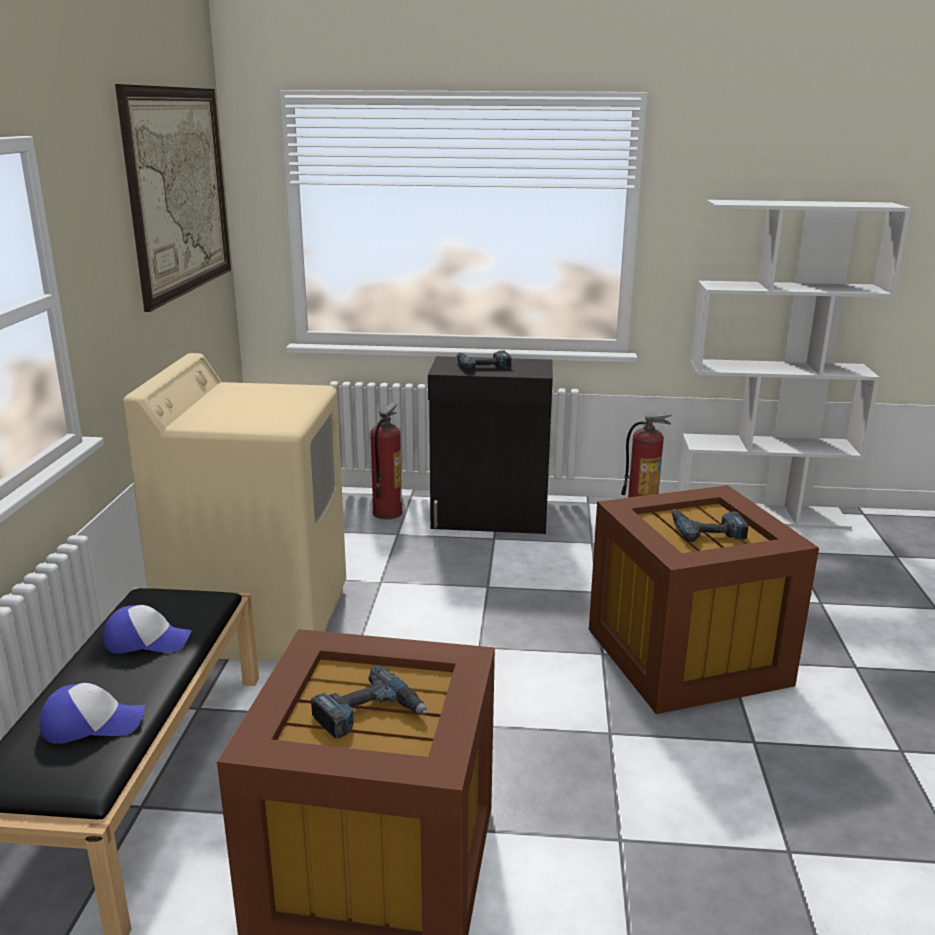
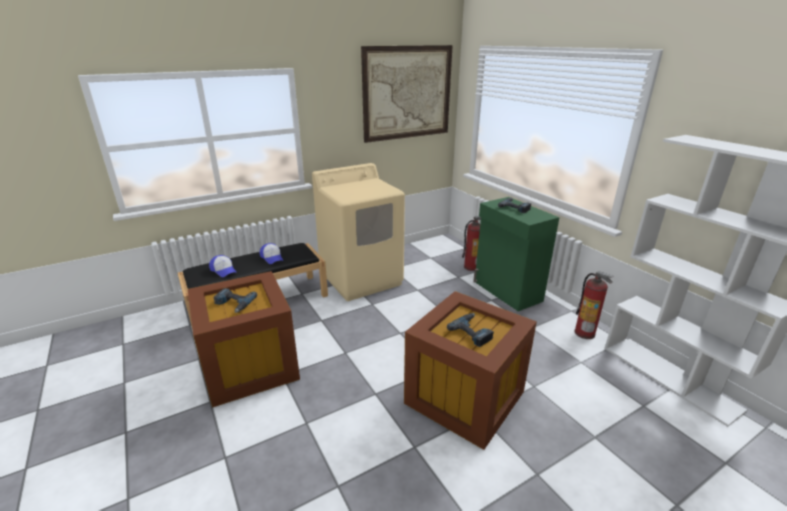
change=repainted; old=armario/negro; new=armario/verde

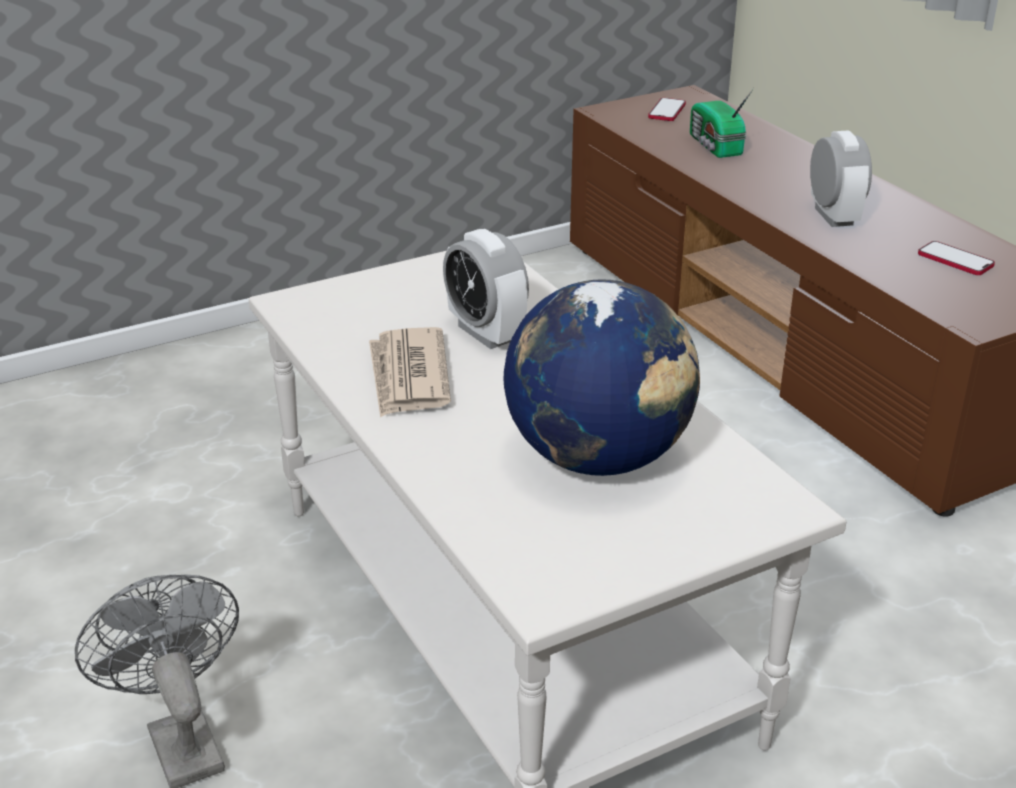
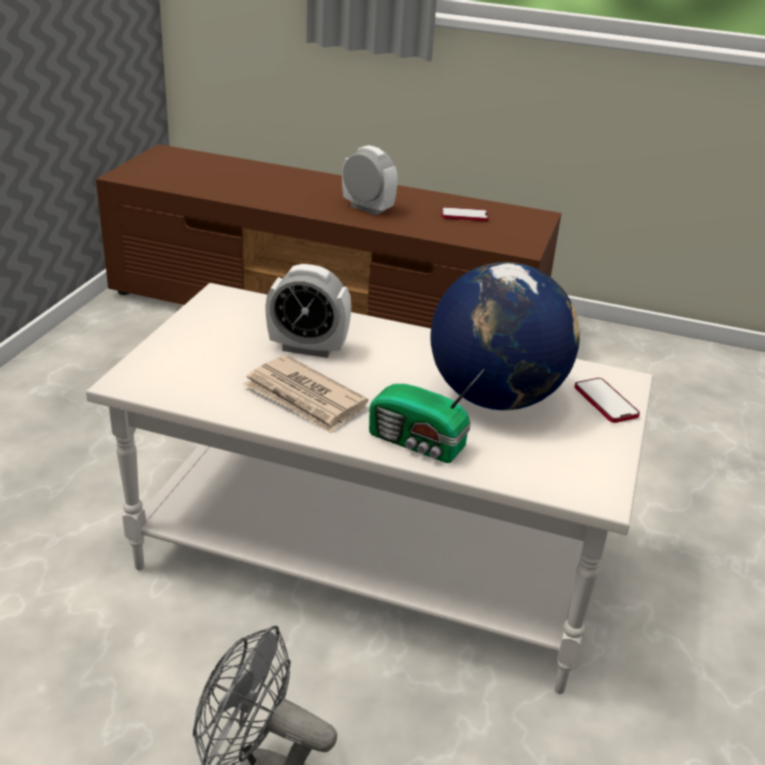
change=shifted; old=radio
change=shifted; old=móvil (no. 1 from left in the first image); new=móvil (no. 2 from left)

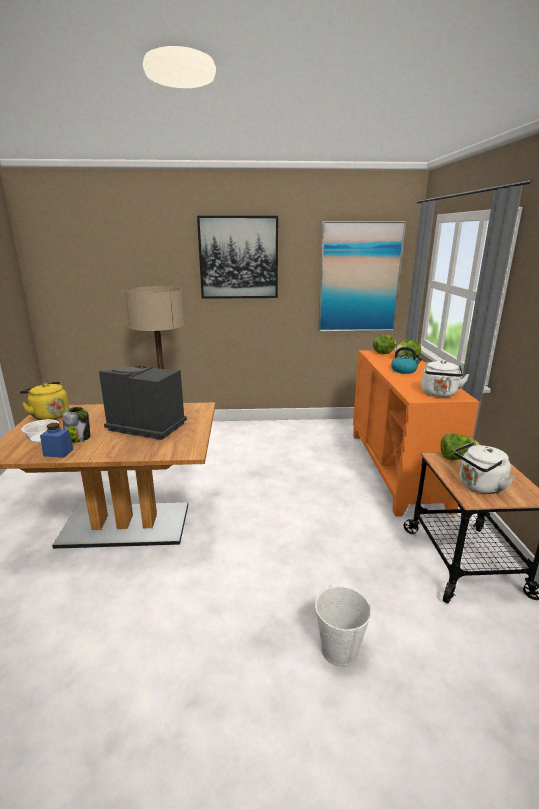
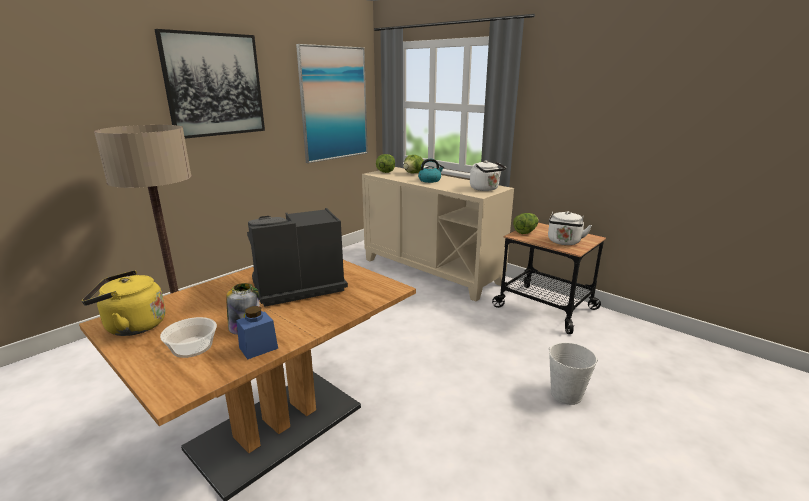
change=repainted; old=armario/naranja; new=armario/beis

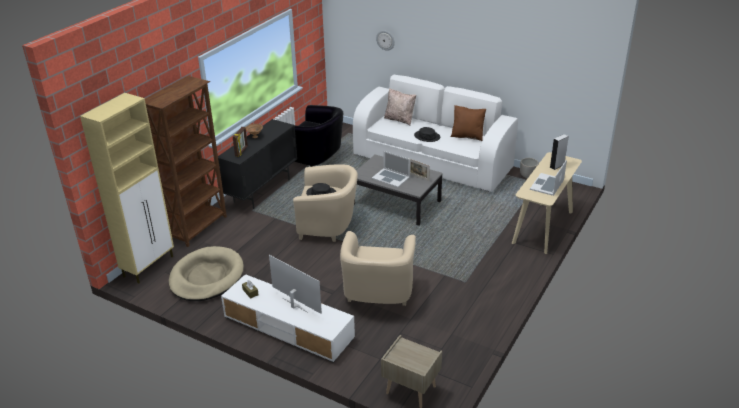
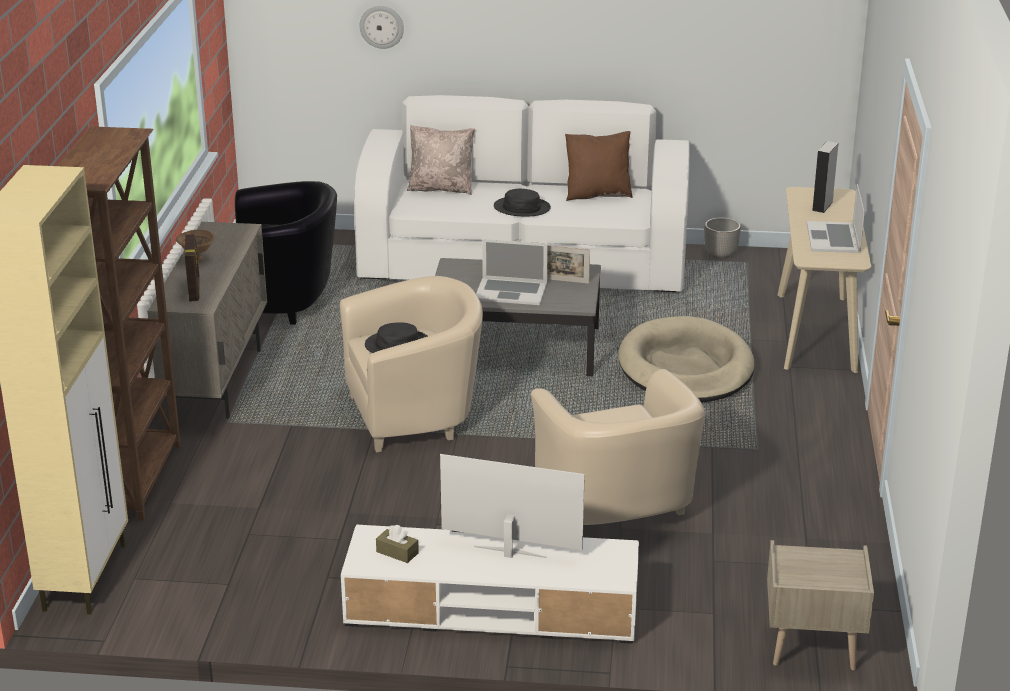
change=repainted; old=armario/negro; new=armario/beis (no. 2 from left)
change=shifted; old=cama para perro/beis

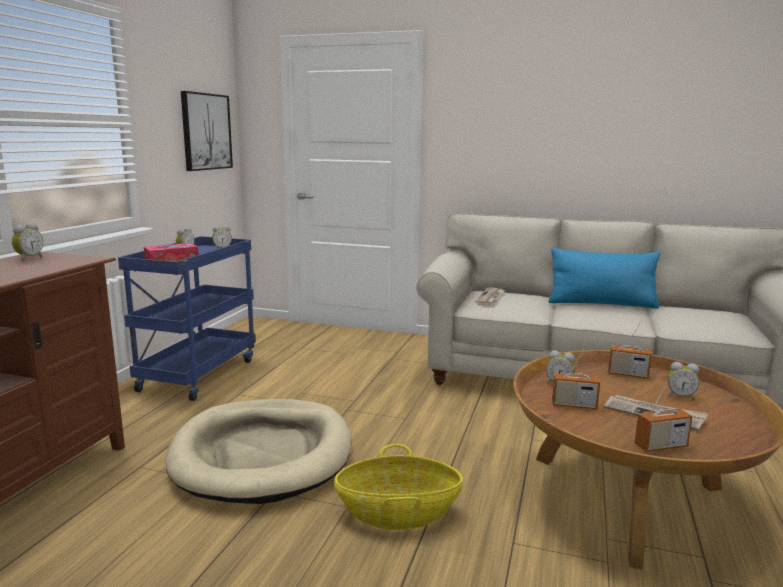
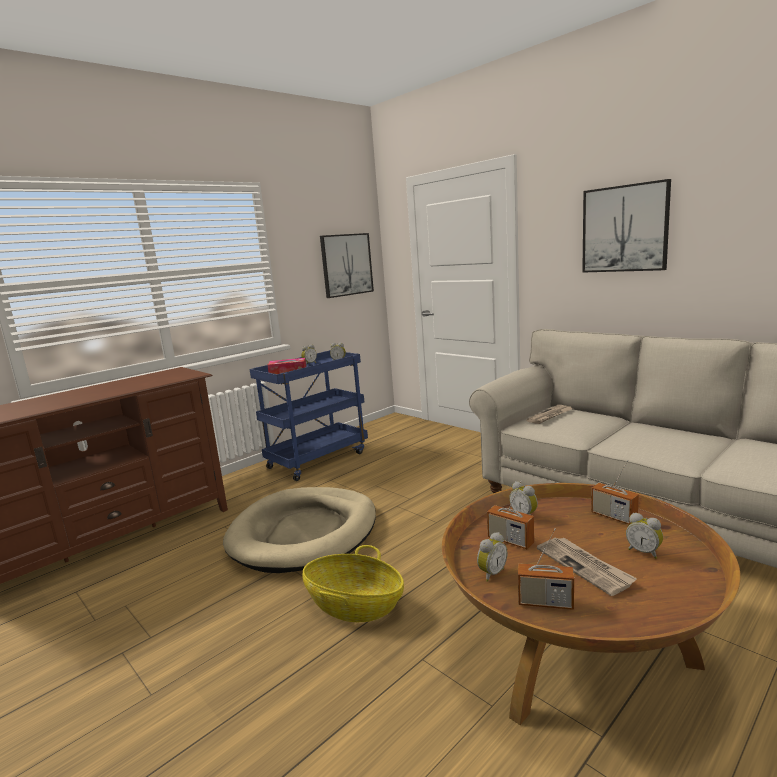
change=shifted; old=despertador (no. 1 from left in the first image); new=despertador (no. 3 from left)
change=gone; old=cojín/azul
change=new; new=cuadro (no. 2 from left)

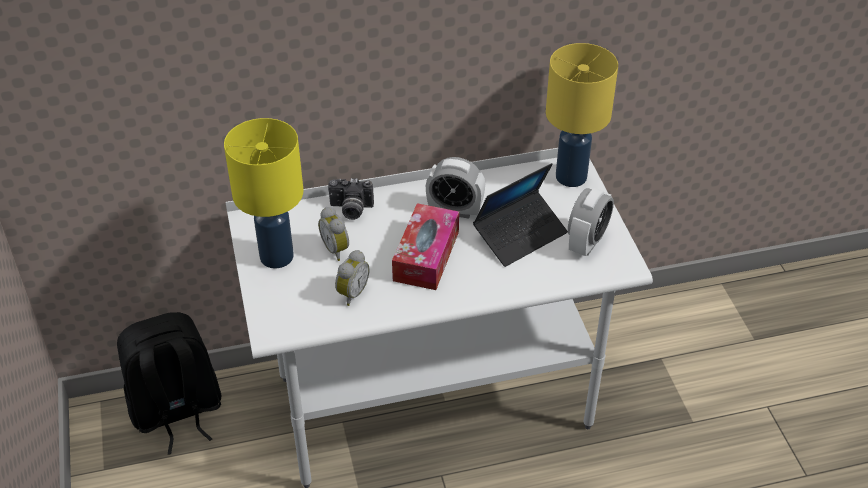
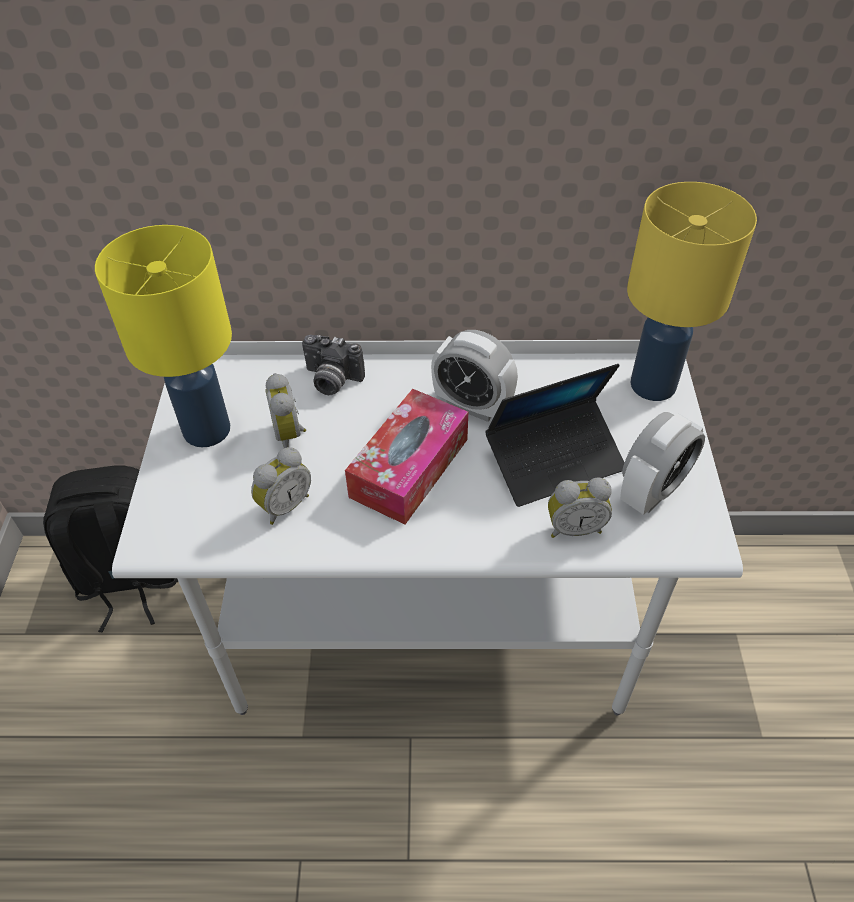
change=new; new=despertador (no. 4 from left)

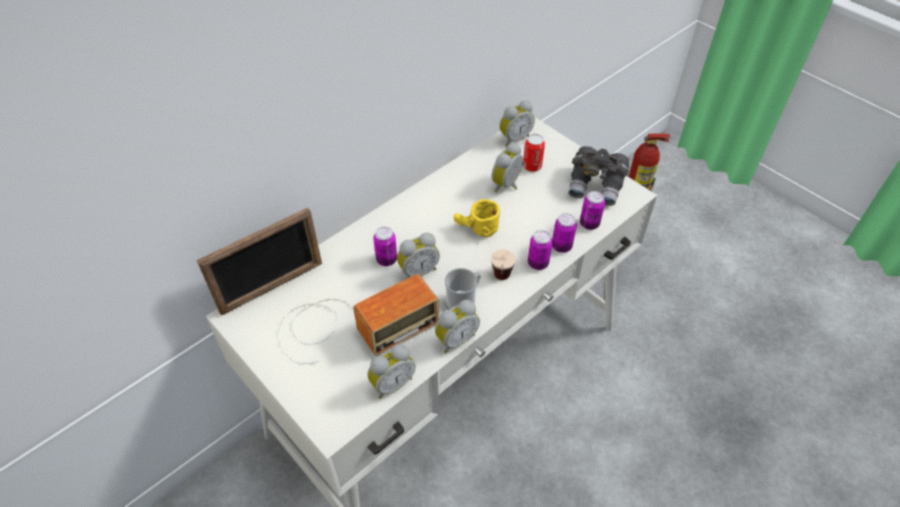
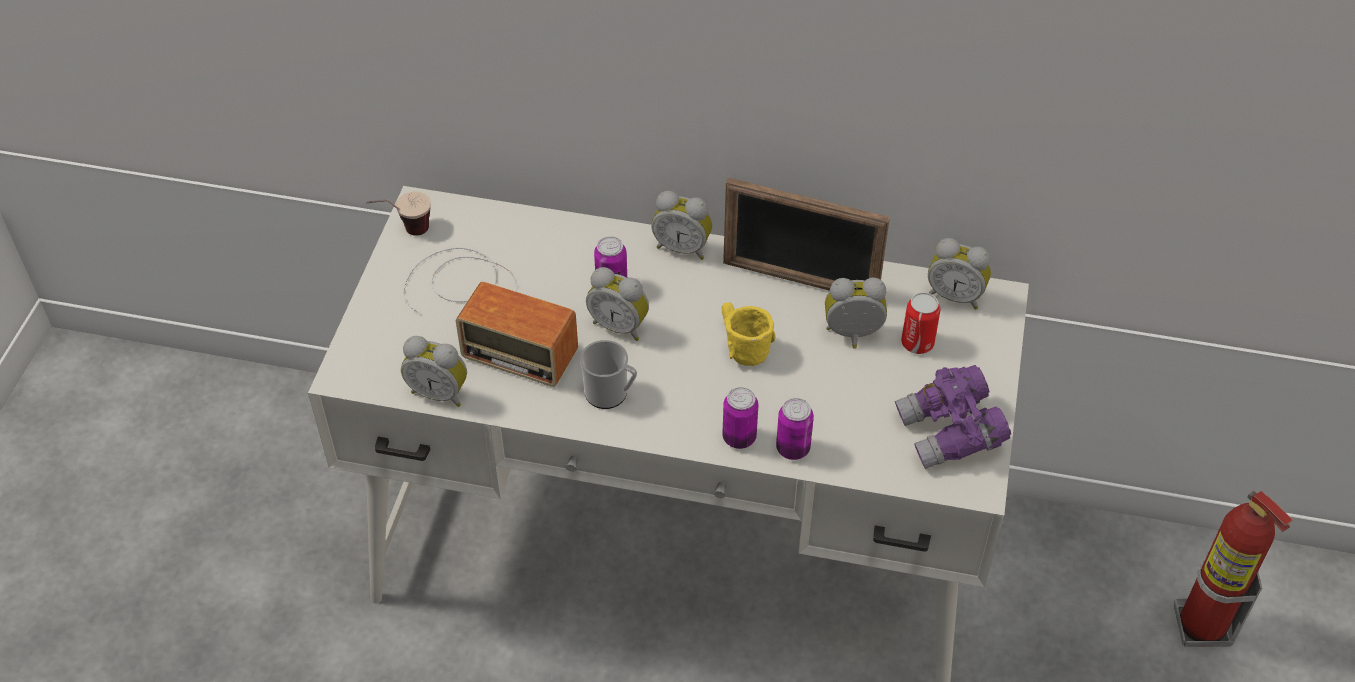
change=repainted; old=prismáticos/gris; new=prismáticos/morado
change=gone; old=lata (no. 5 from left)
change=shifted; old=portarretratos
change=shifted; old=taza
change=shifted; old=despertador (no. 3 from left)

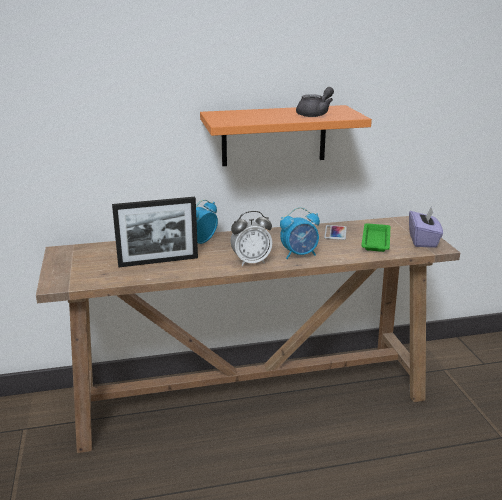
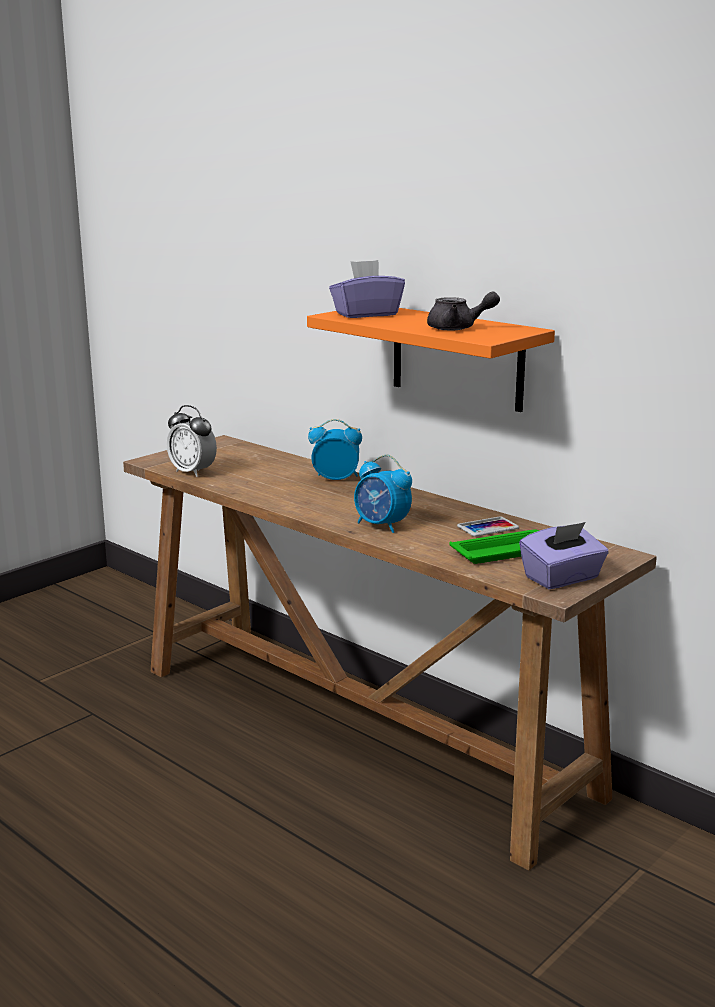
change=gone; old=portarretratos
change=shifted; old=despertador (no. 2 from left in the first image); new=despertador (no. 1 from left)
change=new; new=caja de pañuelos/morado (no. 1 from left)

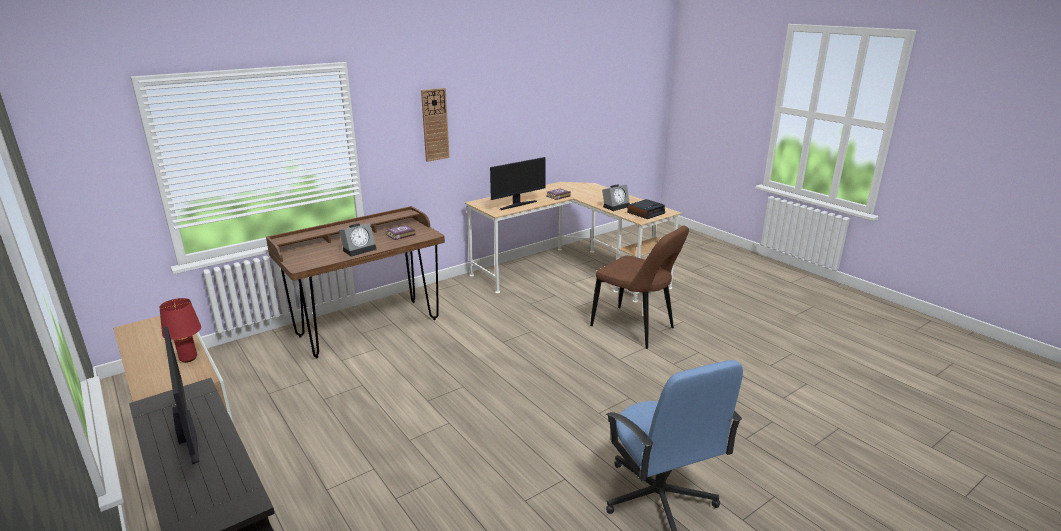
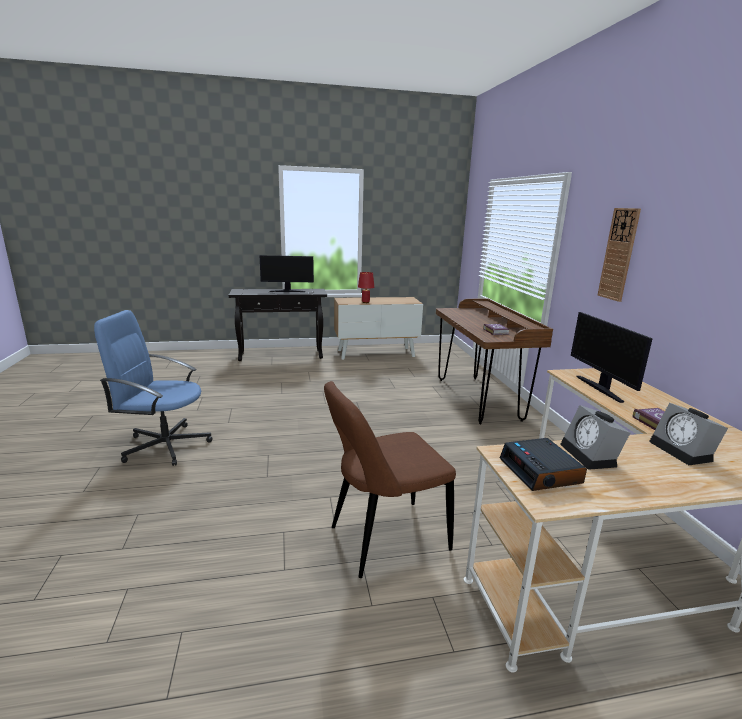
change=shifted; old=despertador (no. 1 from left in the first image); new=despertador (no. 3 from left)

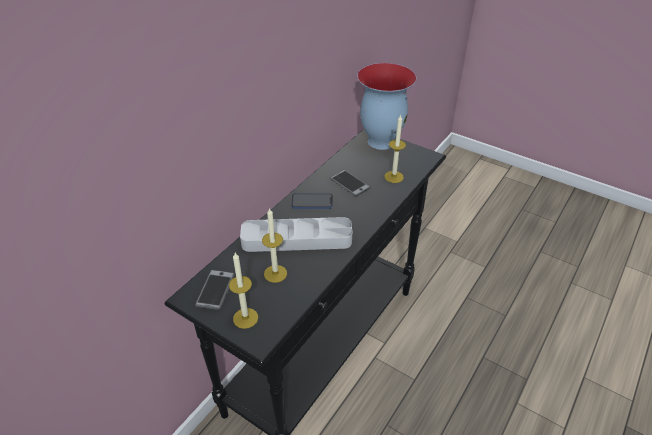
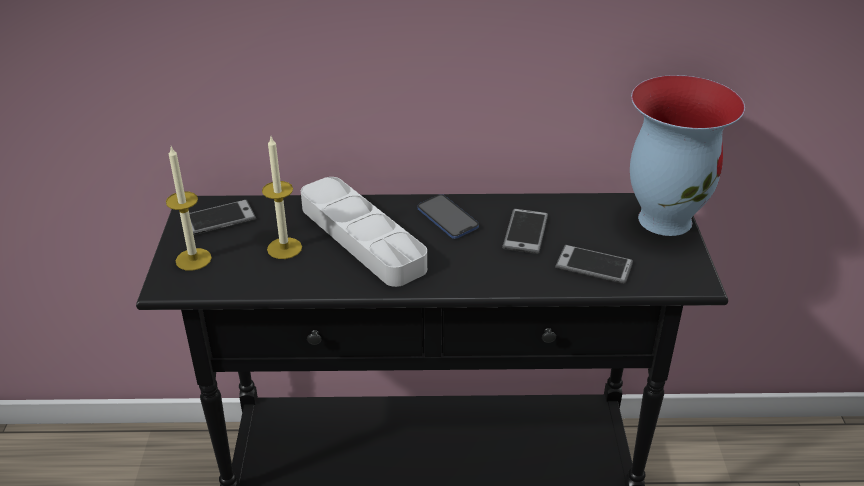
change=swapped; old=vela (no. 3 from left); new=móvil (no. 4 from left)

